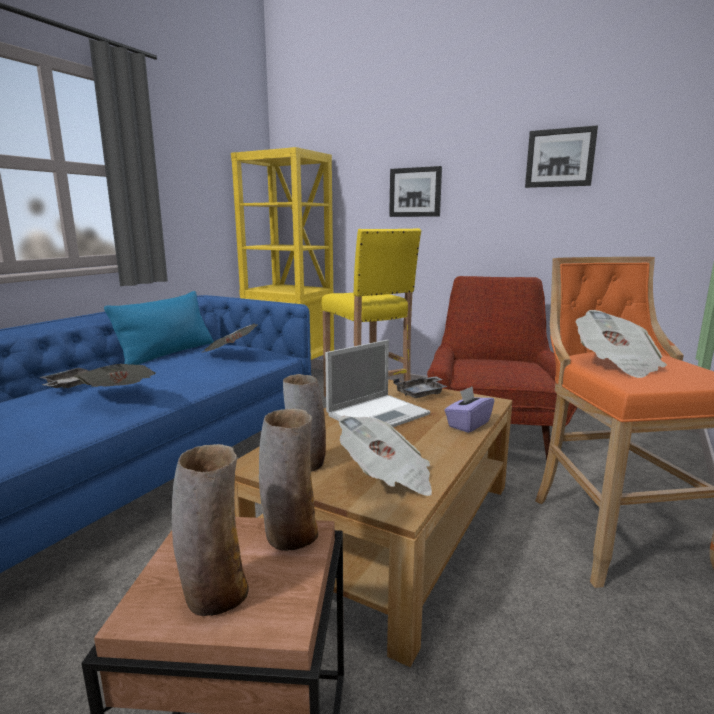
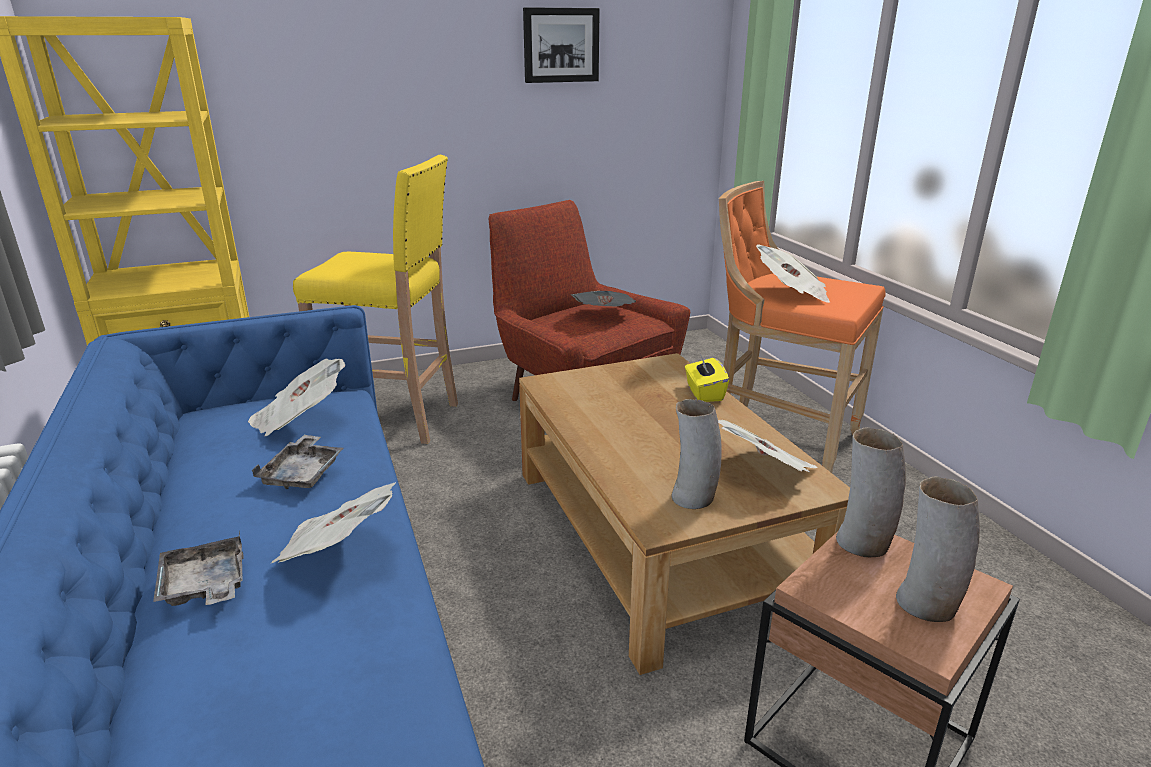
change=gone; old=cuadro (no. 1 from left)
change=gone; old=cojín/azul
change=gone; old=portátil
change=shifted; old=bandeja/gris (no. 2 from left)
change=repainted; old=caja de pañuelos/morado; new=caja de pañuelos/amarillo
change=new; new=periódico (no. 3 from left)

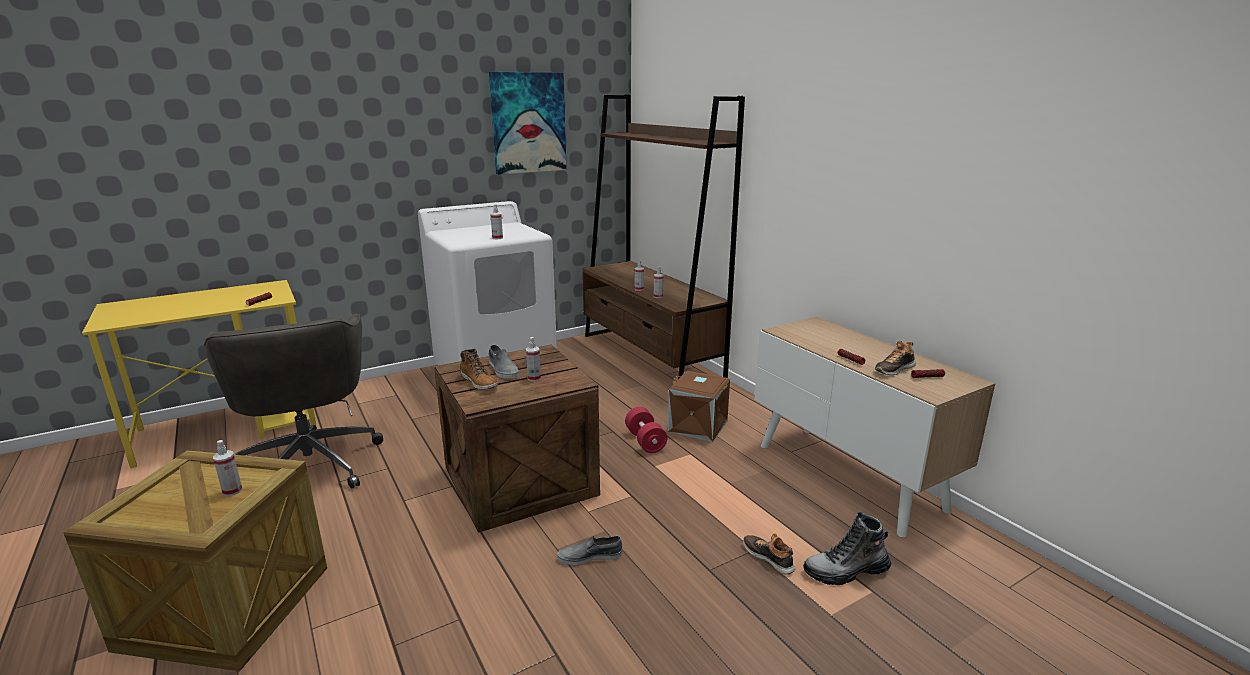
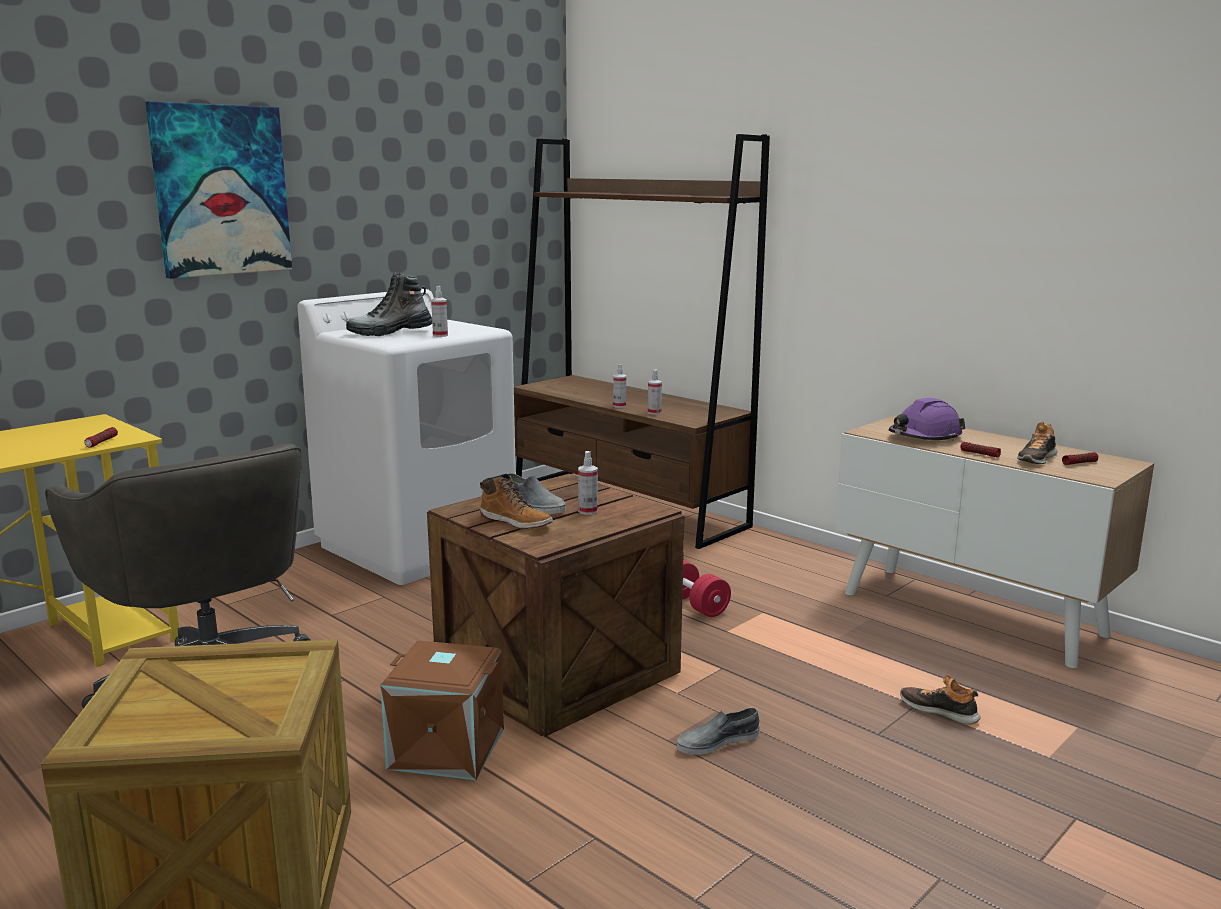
change=shifted; old=cuadro
change=shifted; old=caja de almacenaje/marrón
change=gone; old=pulverizador (no. 1 from left)
change=shifted; old=bota (no. 2 from left in the first image); new=bota (no. 1 from left)
change=new; new=casco/morado

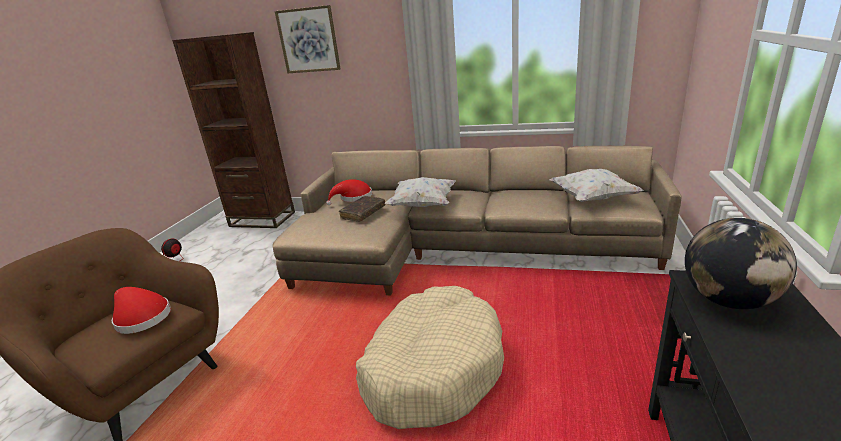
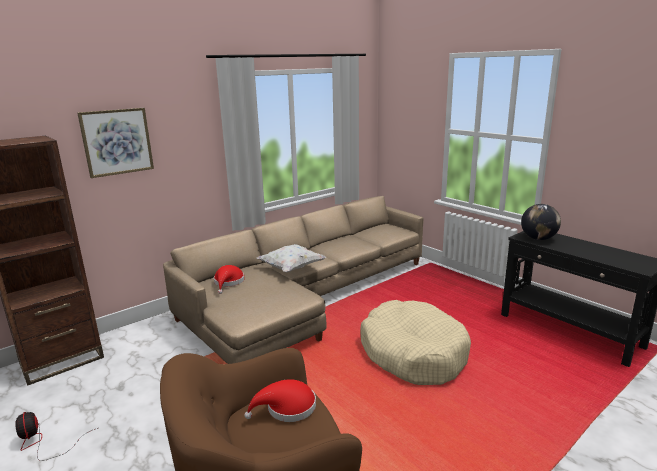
change=gone; old=cojín/blanco (no. 2 from left)
change=gone; old=libro/marrón

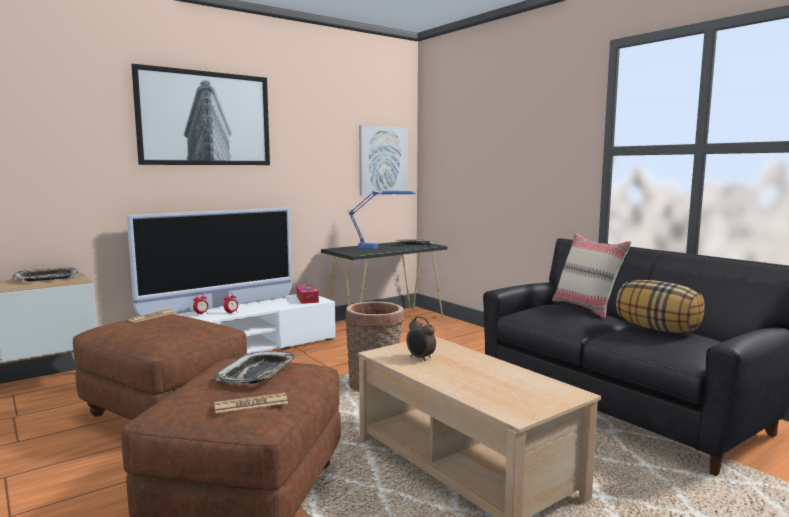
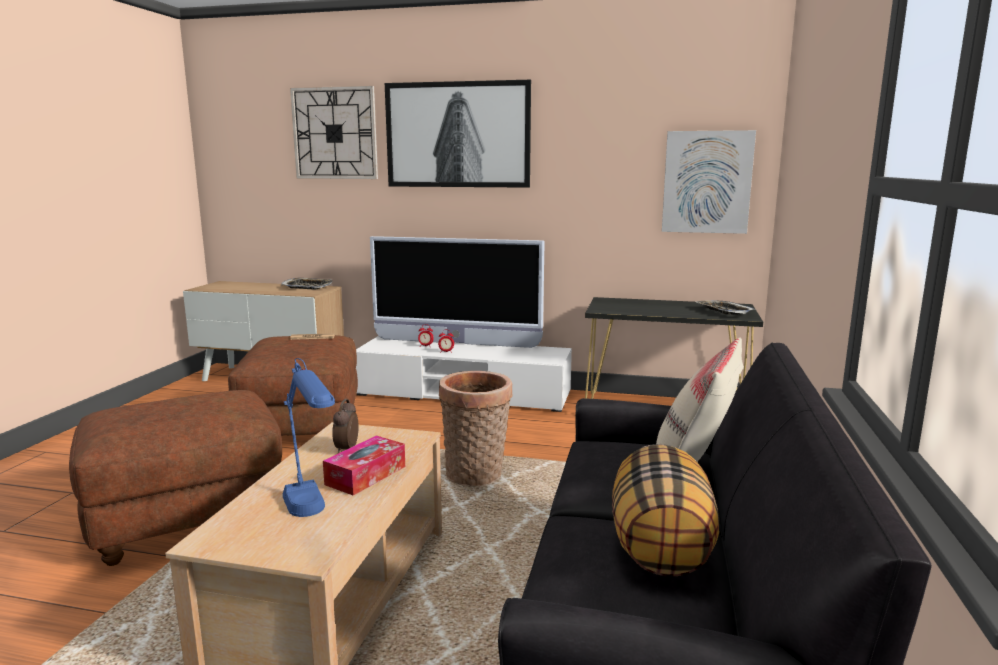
change=shifted; old=lámpara de mesa/azul
change=shifted; old=caja de pañuelos
change=gone; old=bandeja (no. 2 from left)
change=gone; old=periódico (no. 2 from left)
change=new; new=reloj de pared

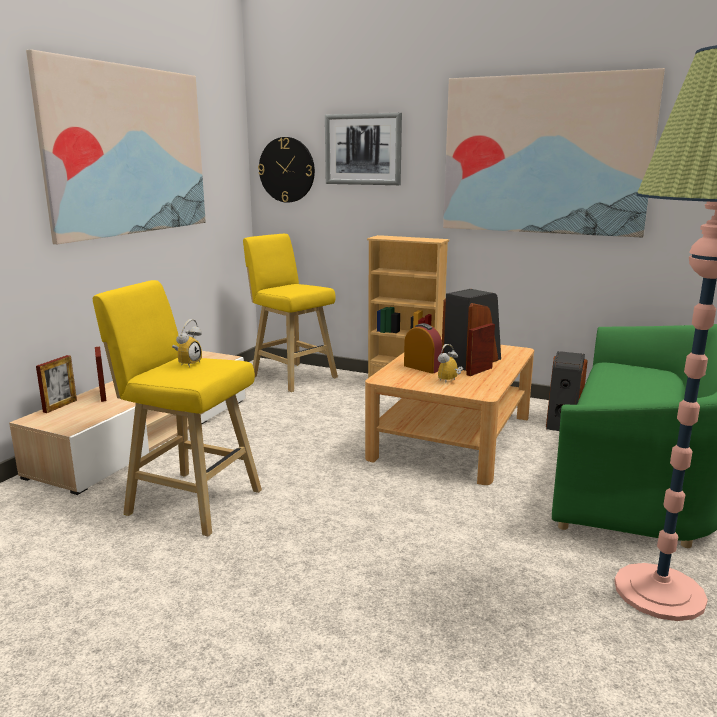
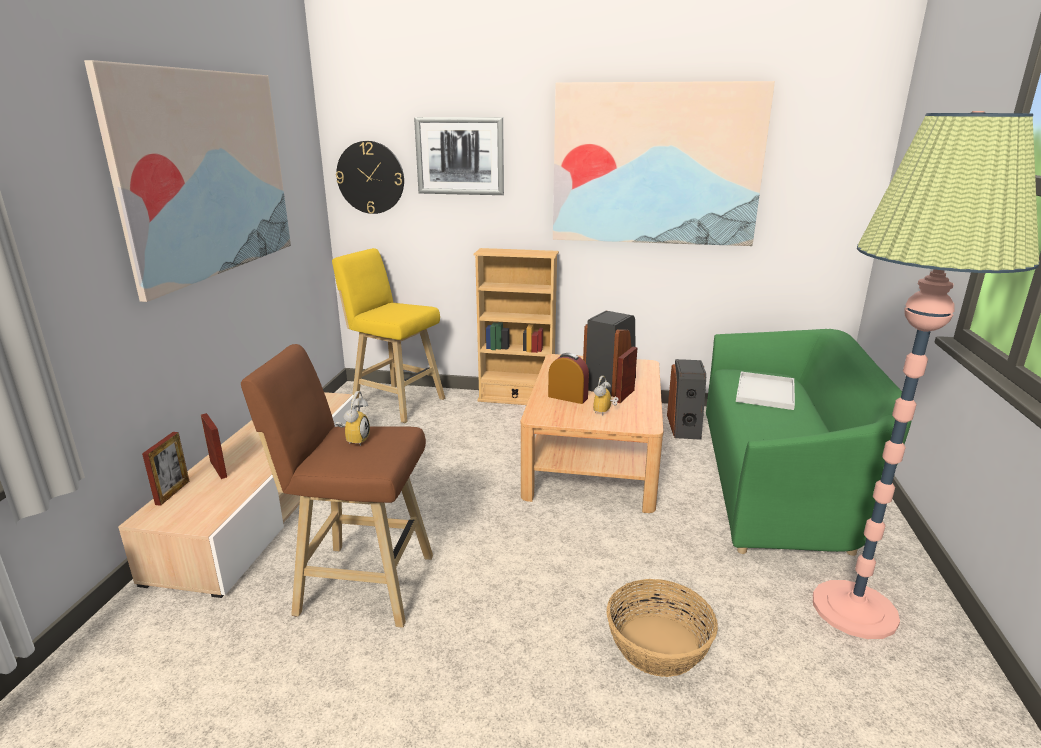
change=repainted; old=taburete/amarillo (no. 1 from left); new=taburete/marrón
change=new; new=bandeja/blanco
change=new; new=cesta

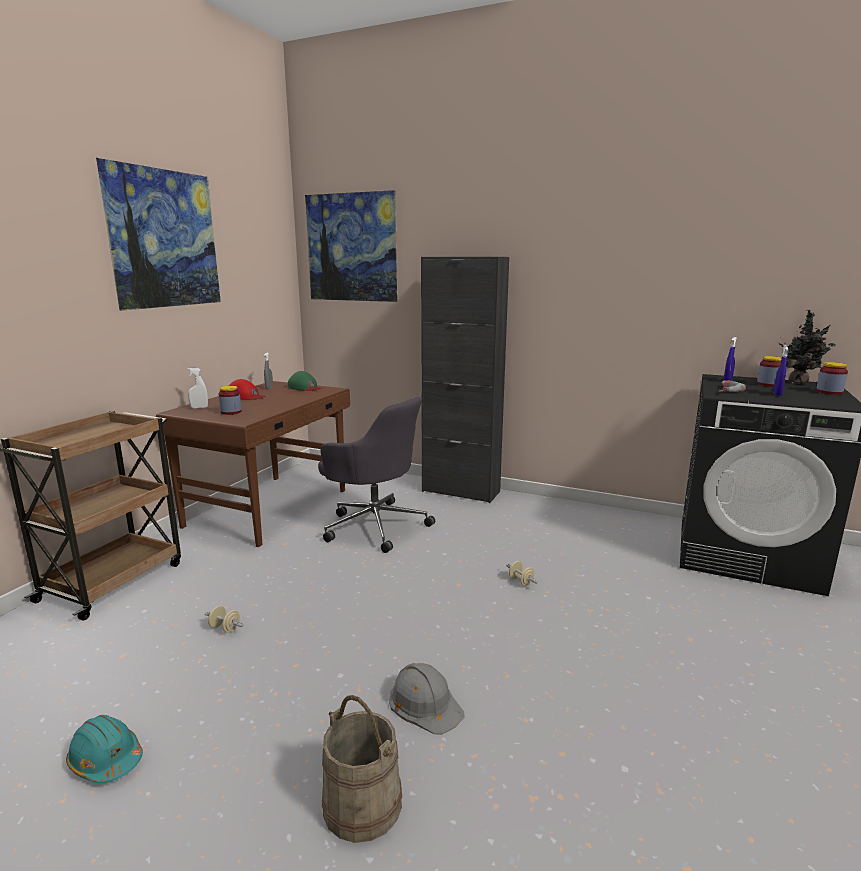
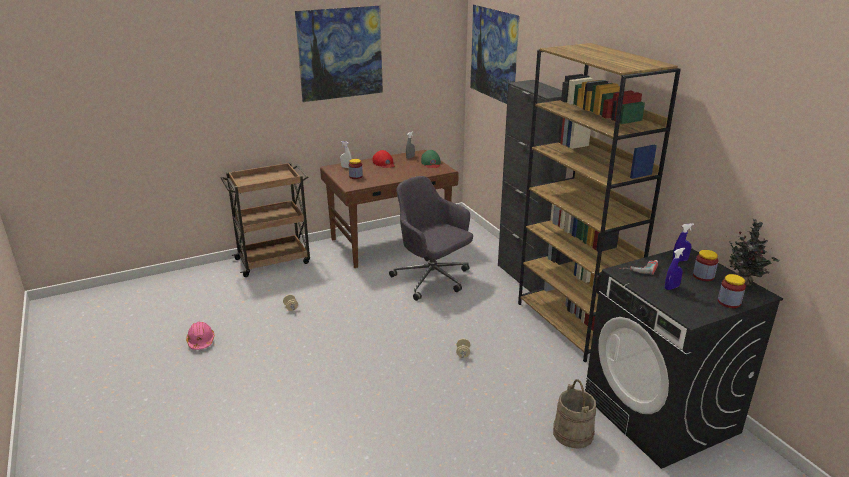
change=rotated; old=silla de oficina/gris; degrees=150
change=gone; old=casco/gris
change=shifted; old=cubo/beis
change=repainted; old=casco/turquesa; new=casco/rosa
change=new; new=estantería/marrón

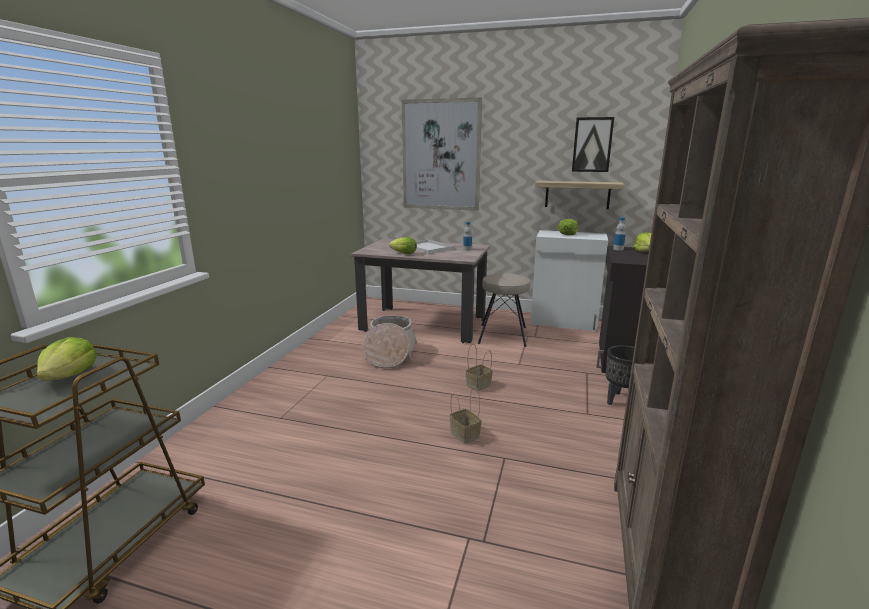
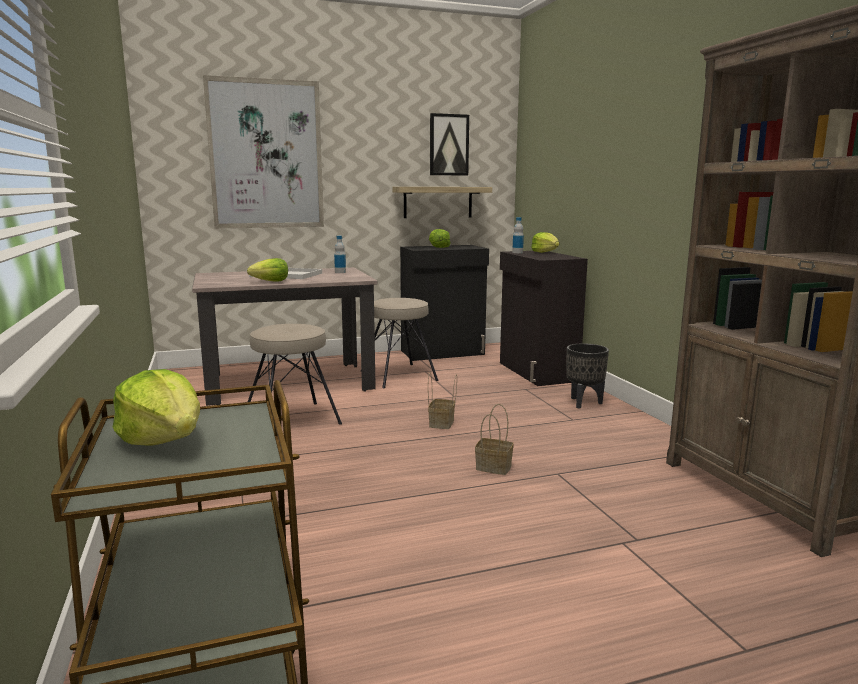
change=repainted; old=armario/blanco; new=armario/negro (no. 1 from left)
change=swapped; old=cesta (no. 1 from left); new=taburete/beis (no. 1 from left)

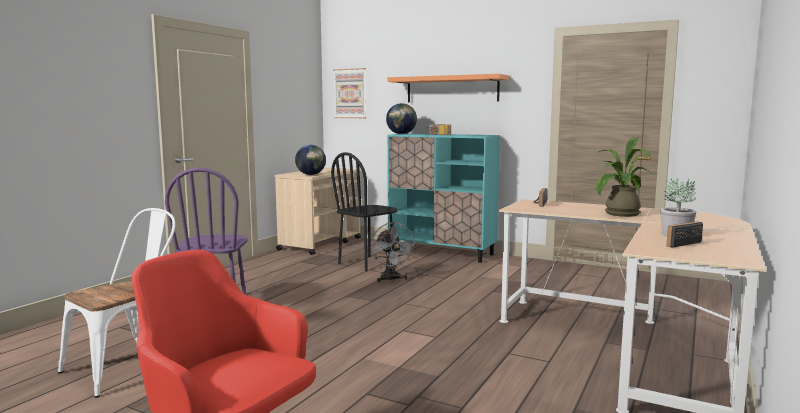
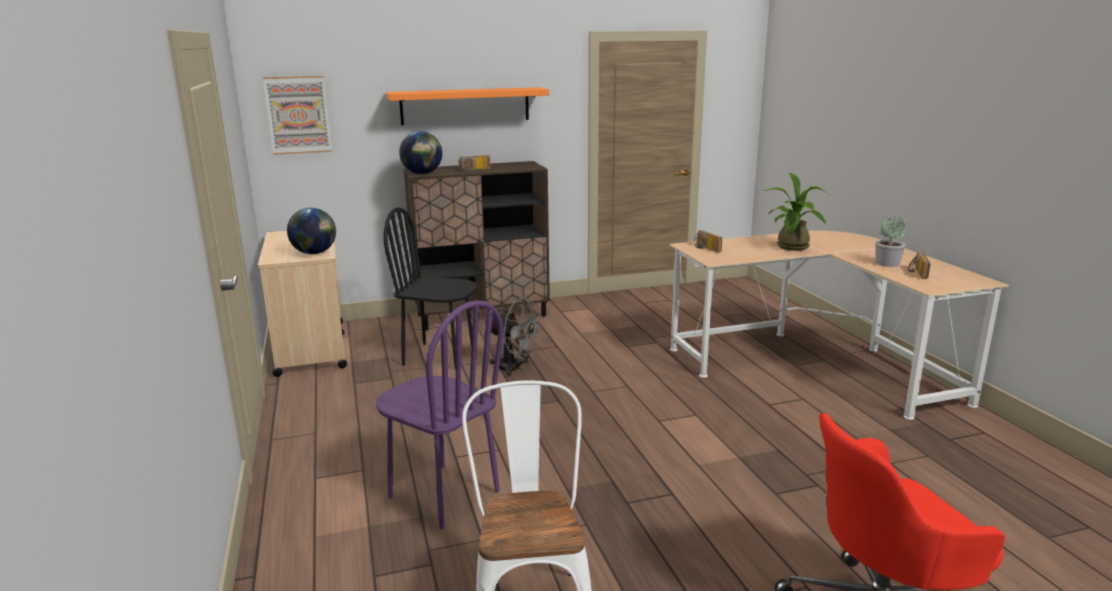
change=repainted; old=armario/turquesa; new=armario/marrón
change=rotated; old=silla/negro; degrees=105

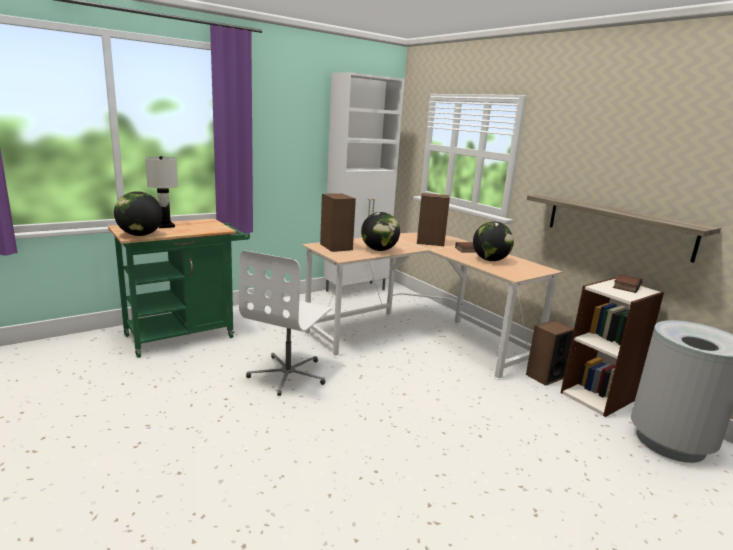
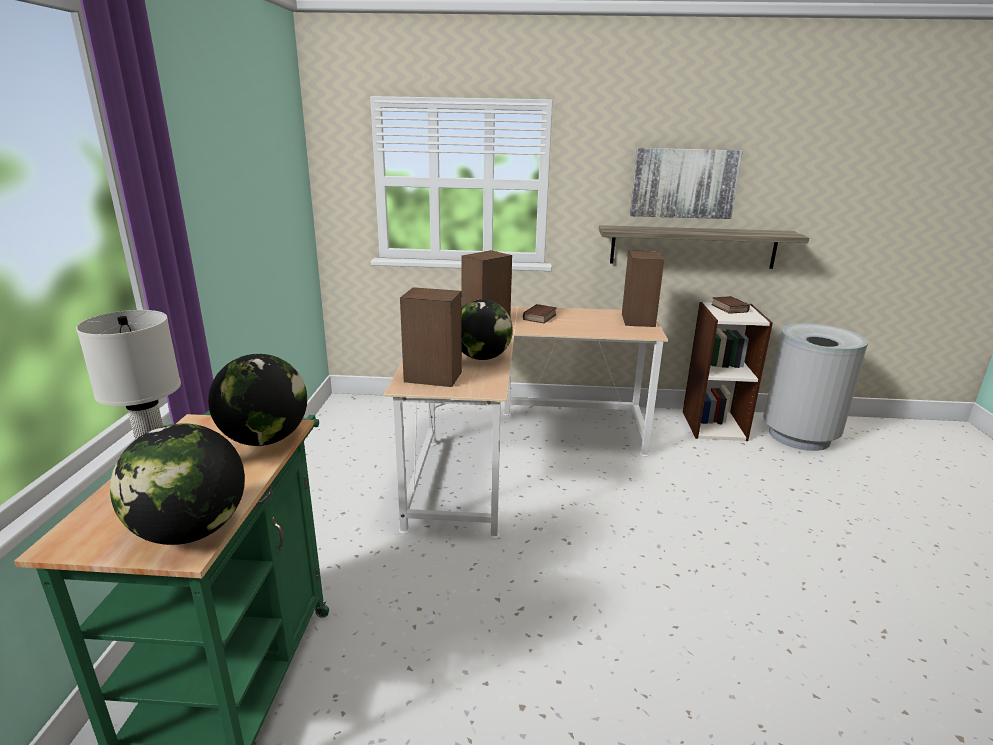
change=gone; old=armario/blanco
change=shifted; old=globo terráqueo (no. 3 from left in the first image); new=globo terráqueo (no. 2 from left)
change=gone; old=silla de oficina/blanco
change=shifted; old=altavoz (no. 3 from left)
change=new; new=cuadro

